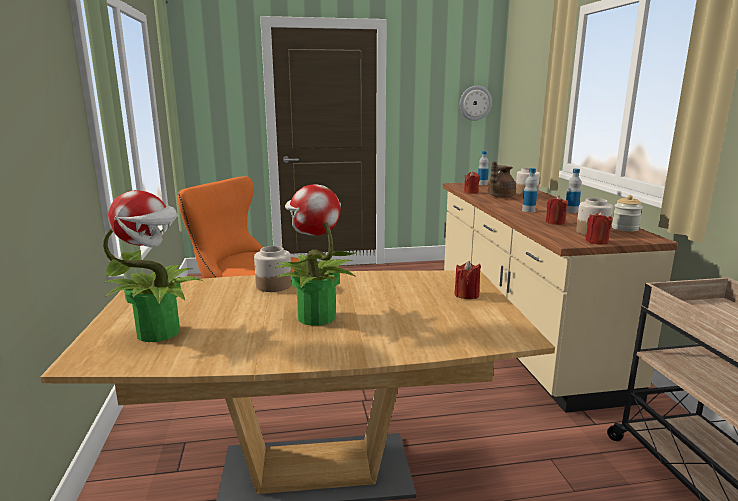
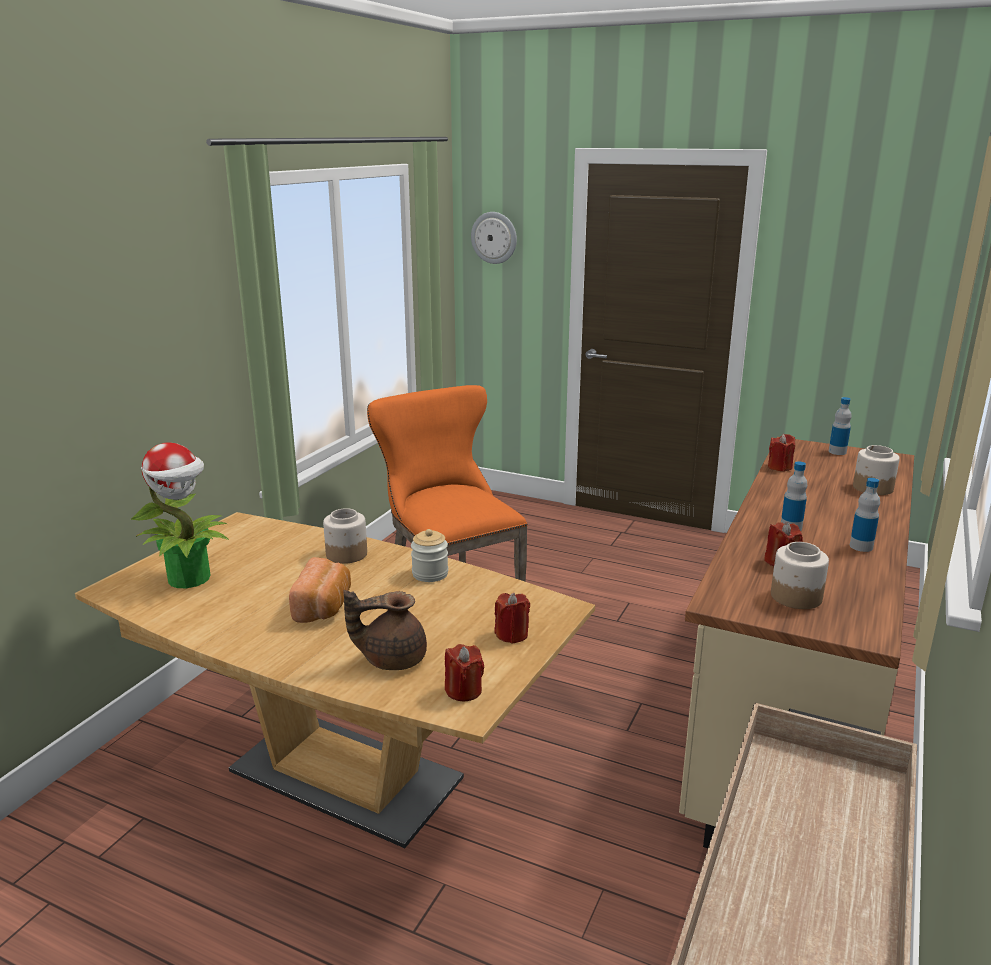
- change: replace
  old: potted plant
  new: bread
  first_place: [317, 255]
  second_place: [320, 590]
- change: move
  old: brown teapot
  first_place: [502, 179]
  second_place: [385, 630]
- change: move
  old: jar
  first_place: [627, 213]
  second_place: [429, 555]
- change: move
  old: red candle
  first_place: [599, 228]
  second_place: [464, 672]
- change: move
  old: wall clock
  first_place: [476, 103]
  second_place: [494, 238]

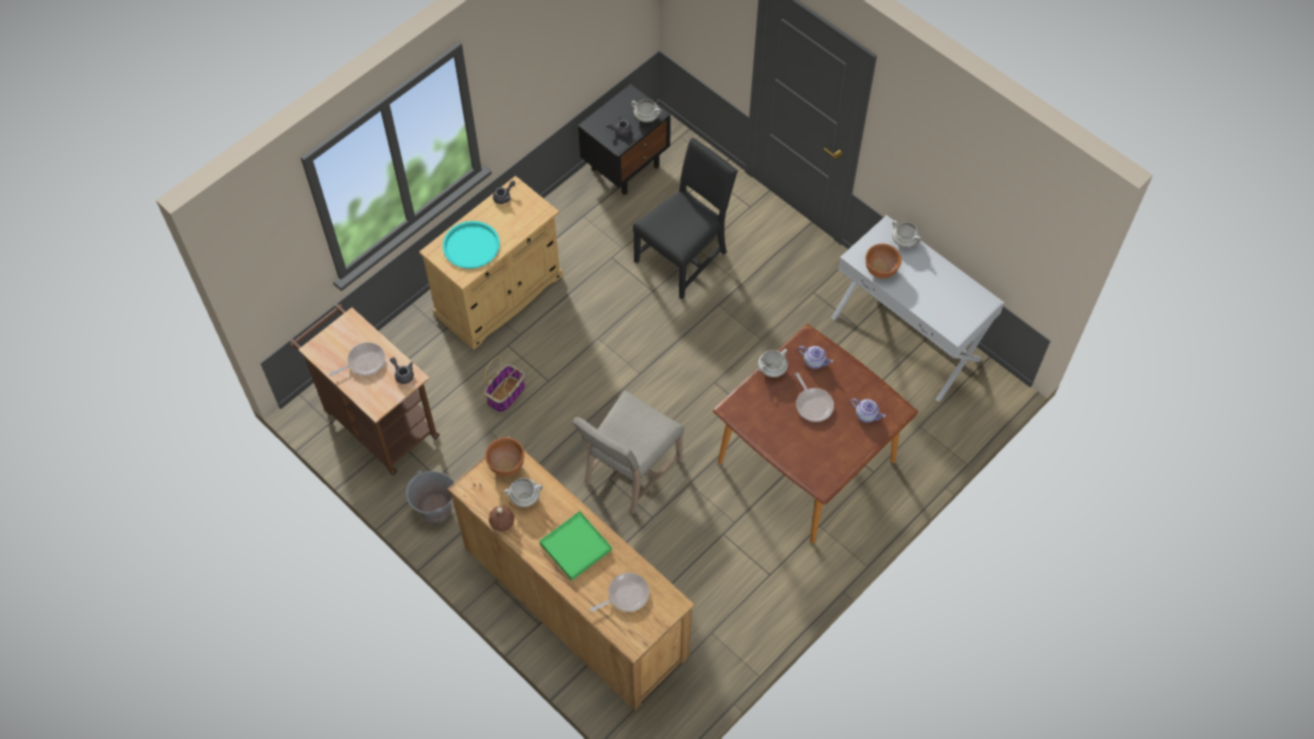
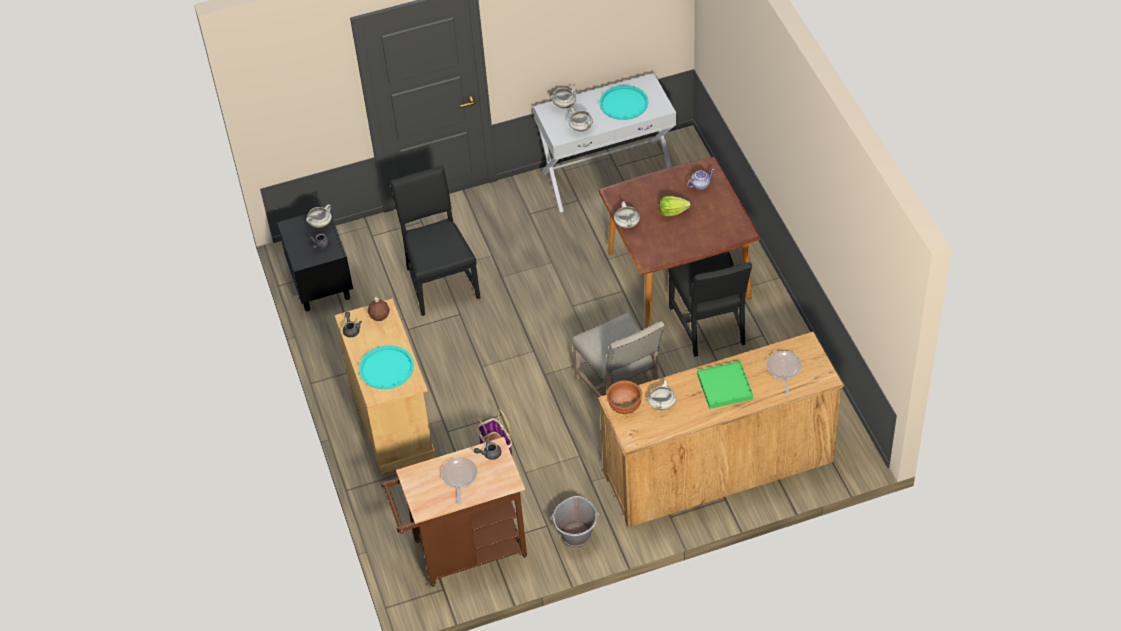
- change: move
  old: brown bottle
  first_place: [502, 518]
  second_place: [379, 309]
- change: replace
  old: brown bowl
  new: white cooking pot
  first_place: [883, 261]
  second_place: [580, 120]
- change: insert
  new: turquoise tray
  second_place: [624, 102]
- change: replace
  old: frying pan
  new: lettuce
  first_place: [814, 397]
  second_place: [675, 206]
- change: insert
  new: black chair
  second_place: [710, 304]
- change: delete
  old: teapot
  first_place: [815, 357]

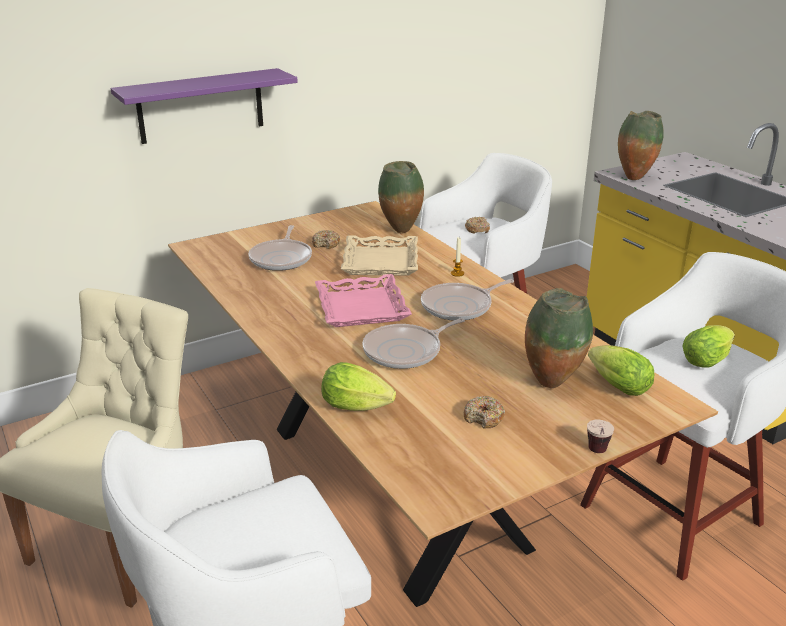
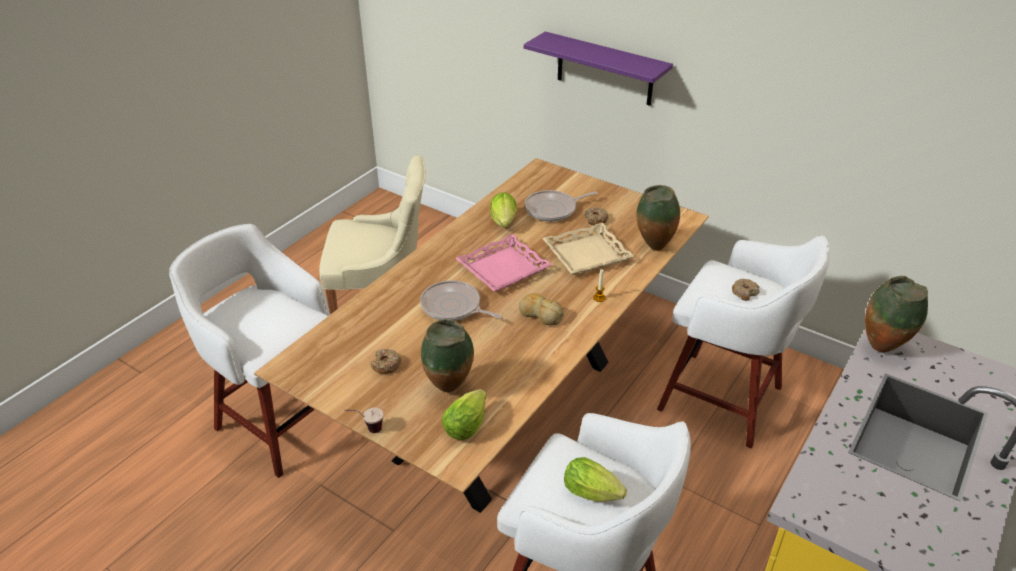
- change: move
  old: lettuce
  first_place: [358, 386]
  second_place: [503, 209]
- change: replace
  old: frying pan
  new: bread
  first_place: [467, 300]
  second_place: [541, 309]

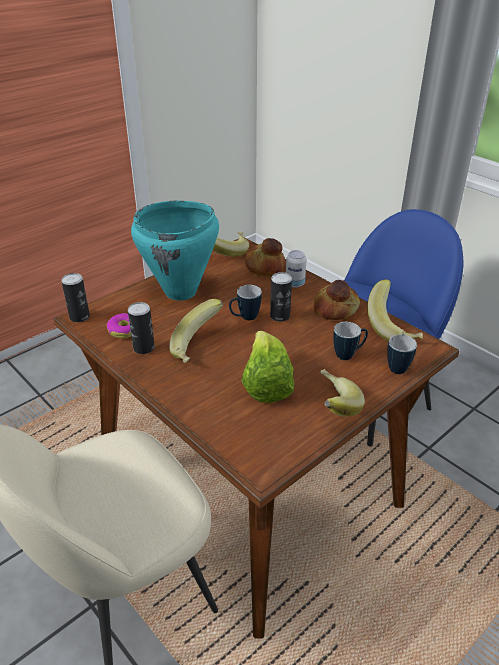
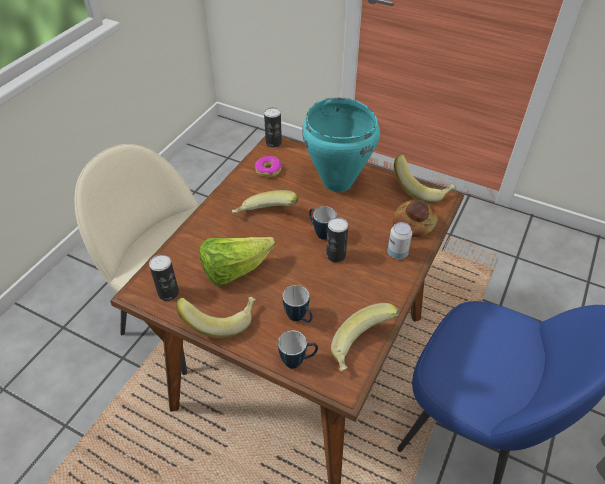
- change: move
  old: can
  first_place: [141, 328]
  second_place: [164, 277]
- change: delete
  old: bread
  first_place: [336, 300]

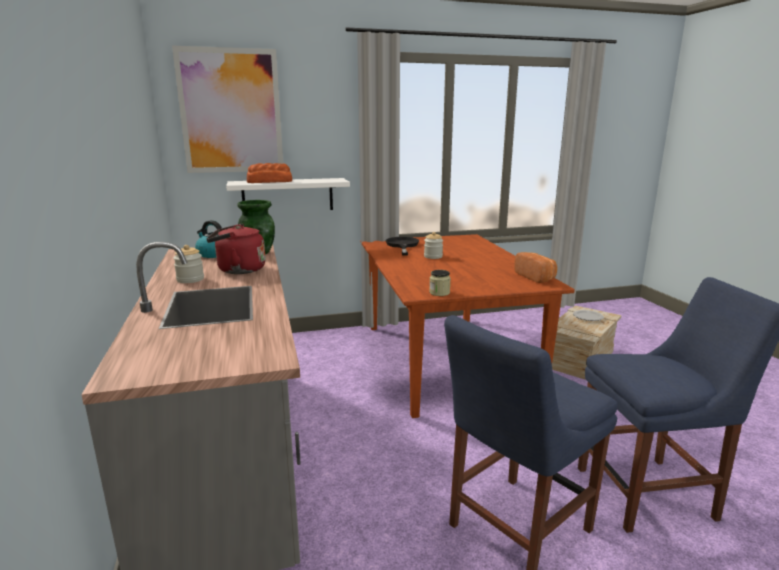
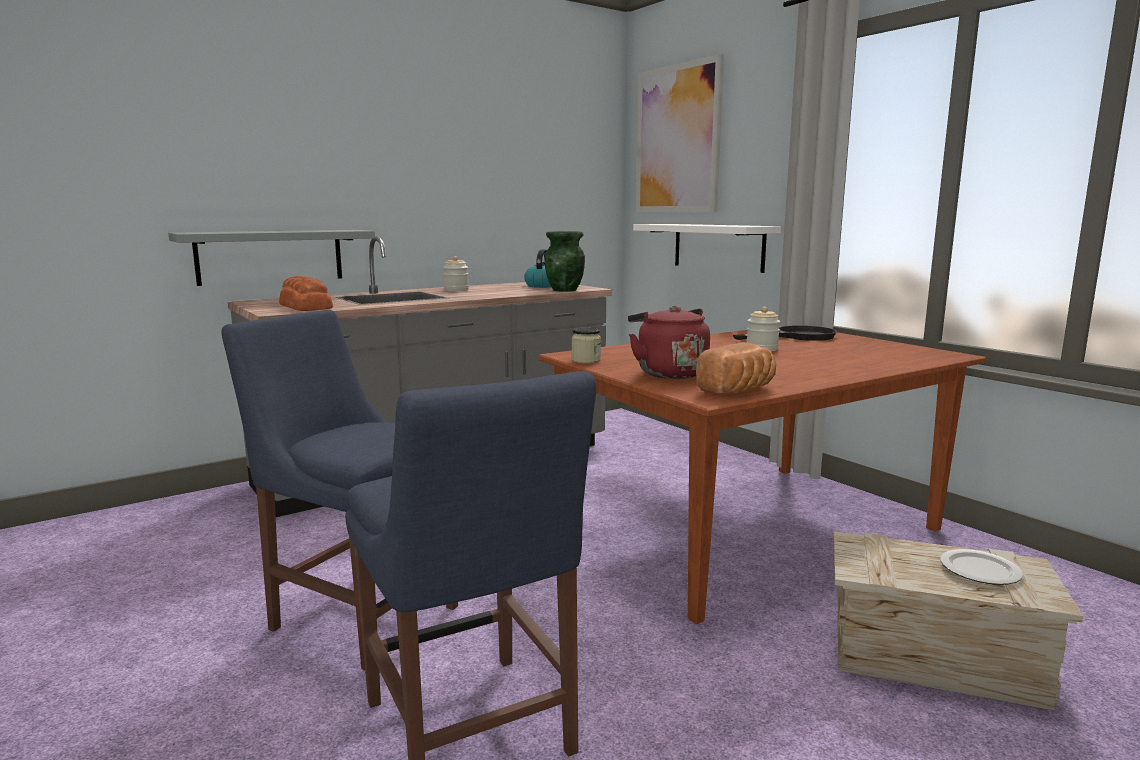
- change: insert
  new: grey shelf
  second_place: [271, 258]
- change: move
  old: bread
  first_place: [269, 173]
  second_place: [306, 293]
- change: move
  old: red kettle
  first_place: [236, 249]
  second_place: [669, 342]

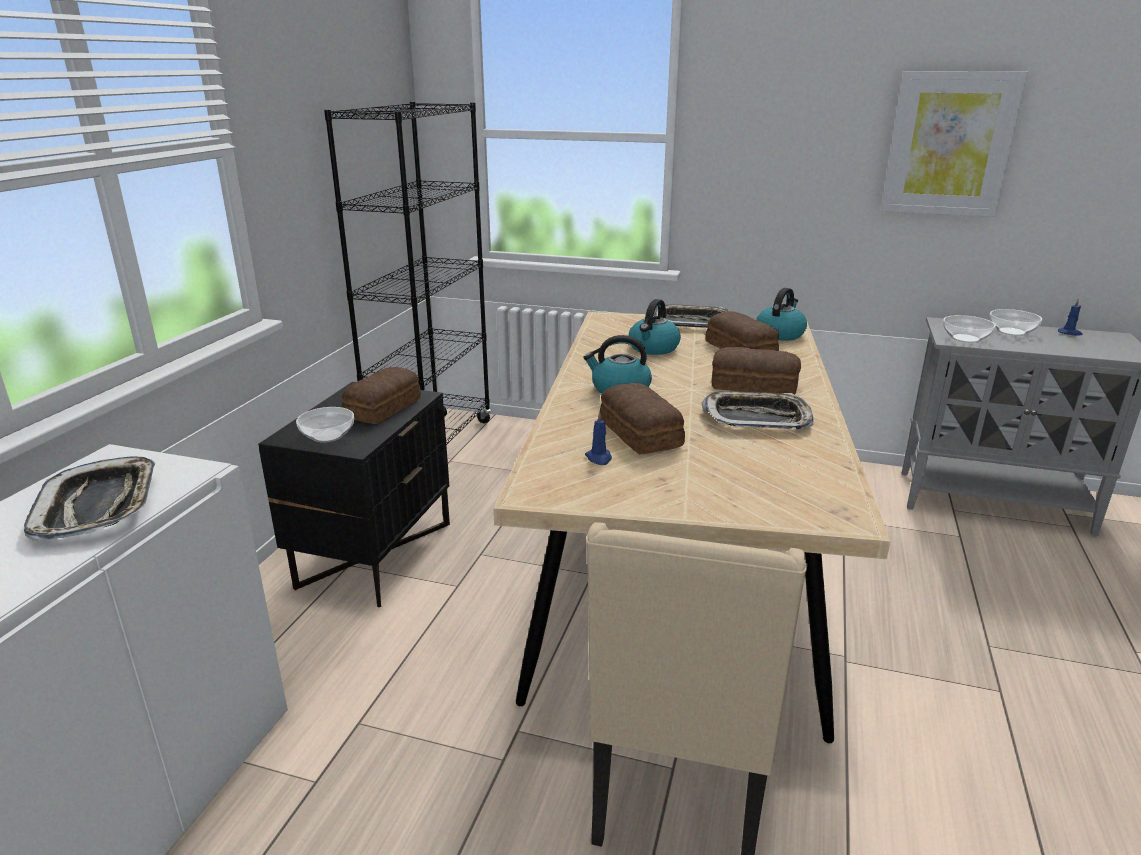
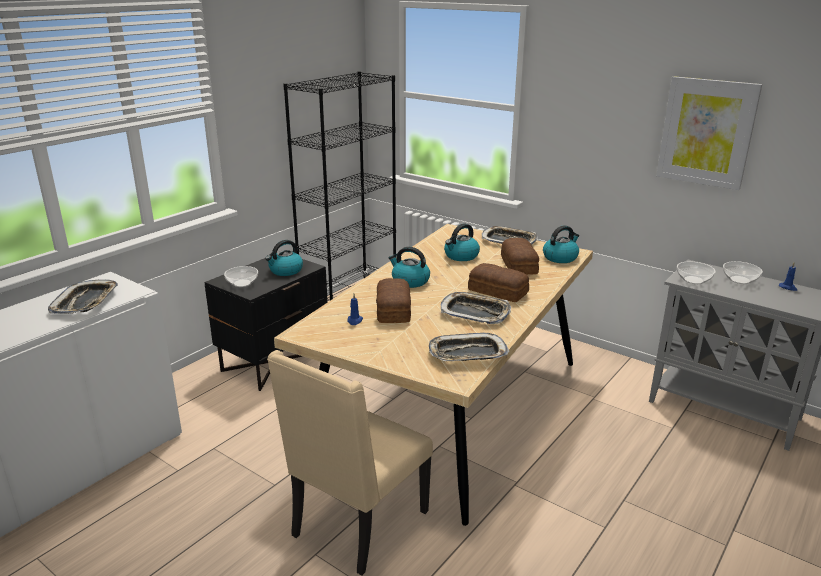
- change: replace
  old: bread
  new: kettle
  first_place: [381, 395]
  second_place: [284, 258]
- change: insert
  new: tray
  second_place: [469, 347]

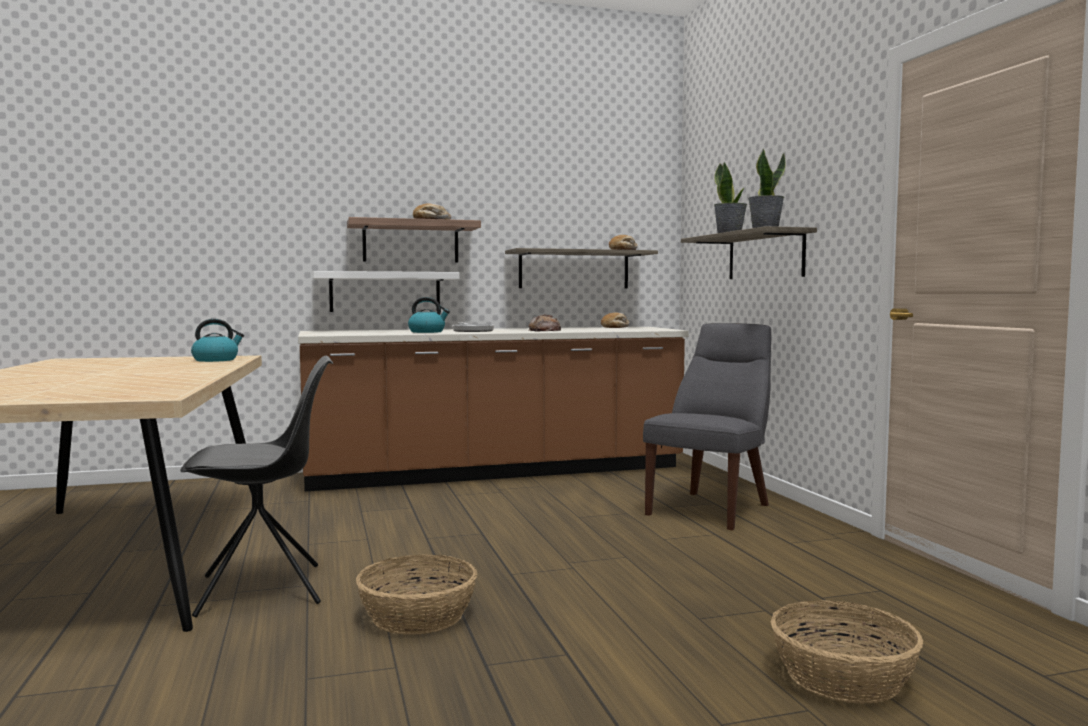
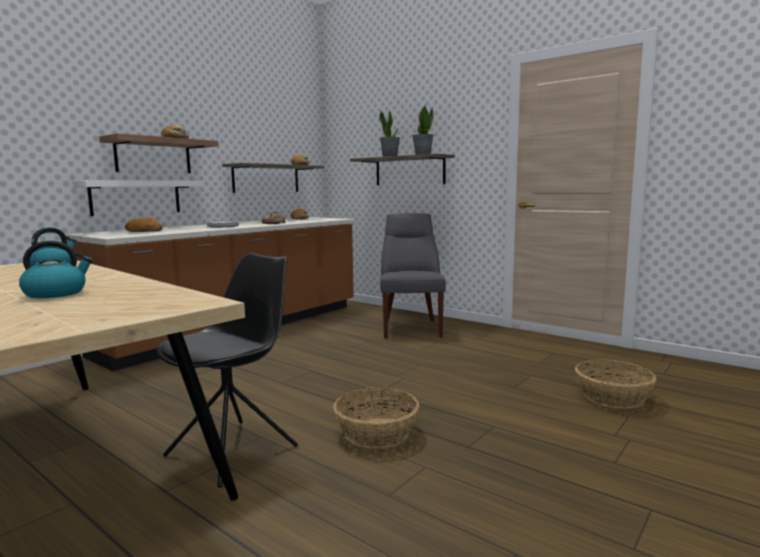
- change: move
  old: kettle
  first_place: [429, 315]
  second_place: [56, 269]
- change: insert
  new: bread
  second_place: [144, 224]

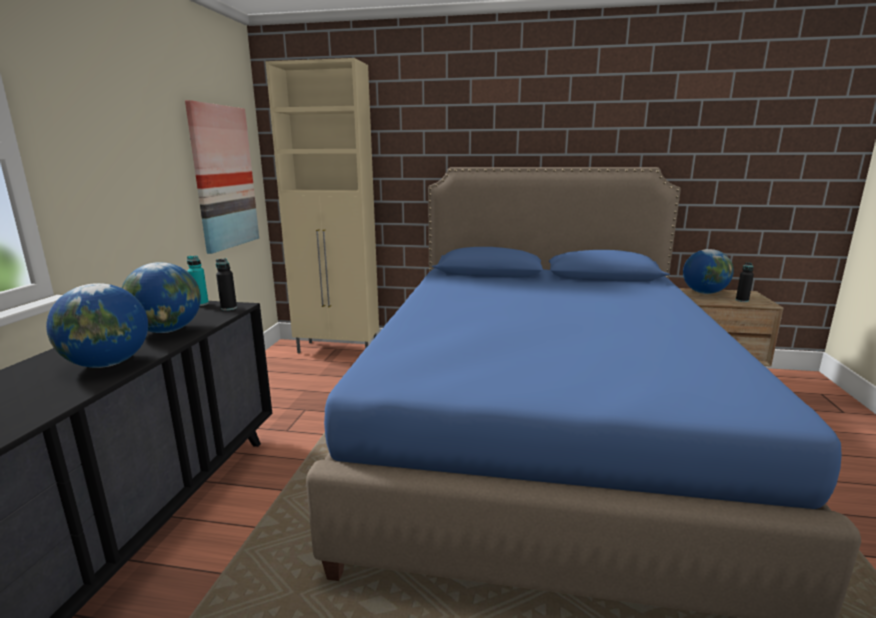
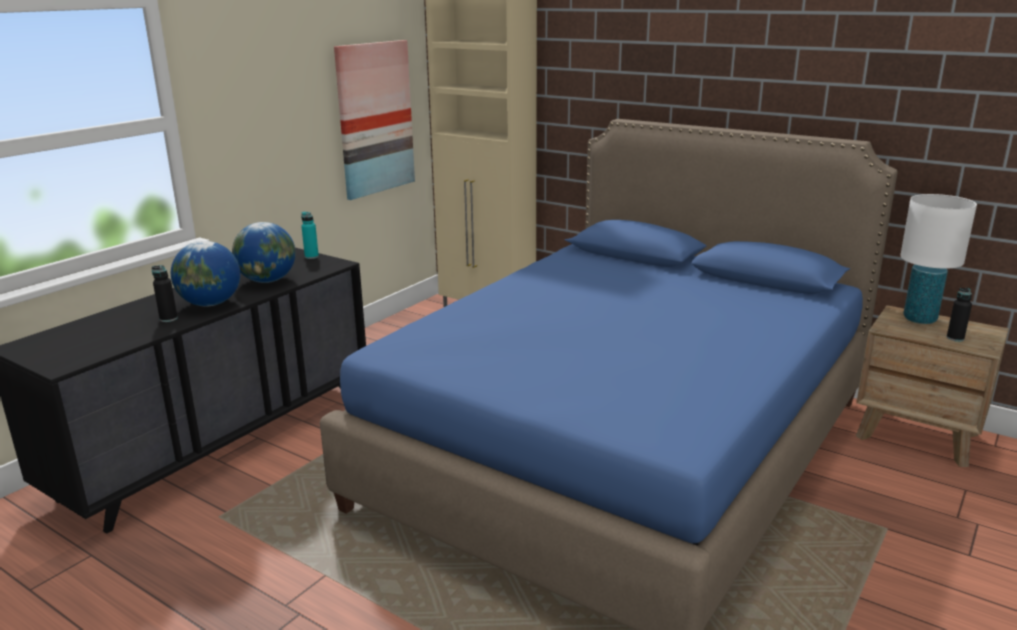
- change: move
  old: black bottle
  first_place: [226, 284]
  second_place: [165, 293]
- change: replace
  old: globe
  new: white table lamp
  first_place: [708, 271]
  second_place: [938, 259]

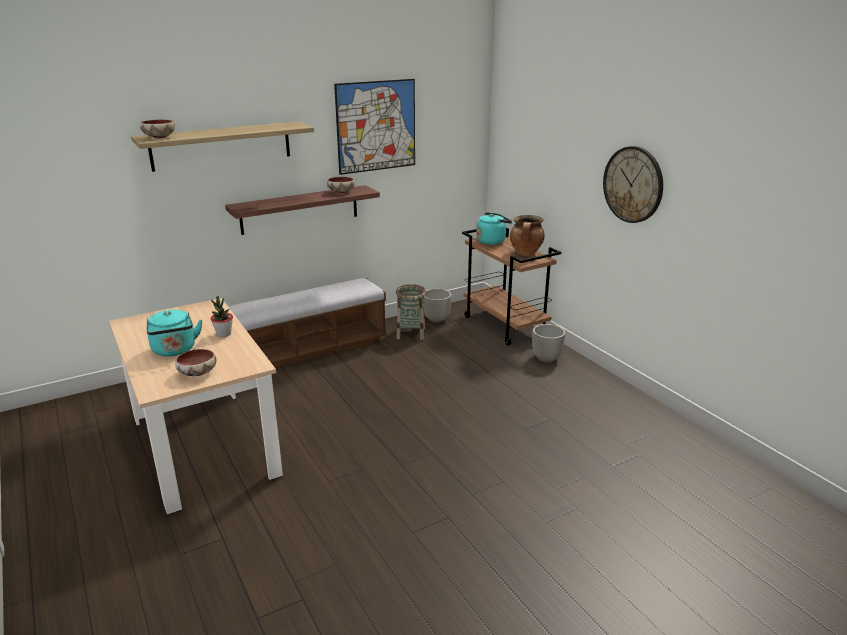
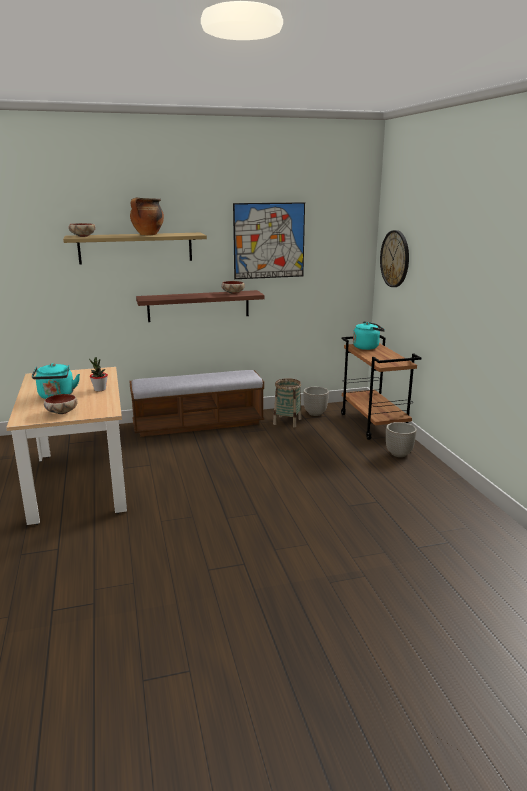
- change: move
  old: cooking pot
  first_place: [527, 235]
  second_place: [147, 216]
- change: move
  old: wall clock
  first_place: [633, 184]
  second_place: [394, 258]

